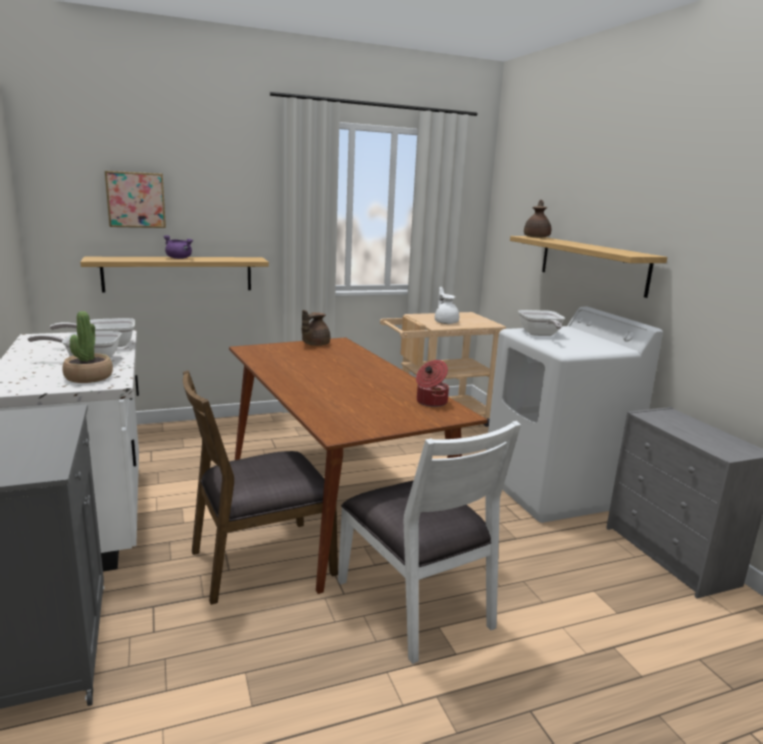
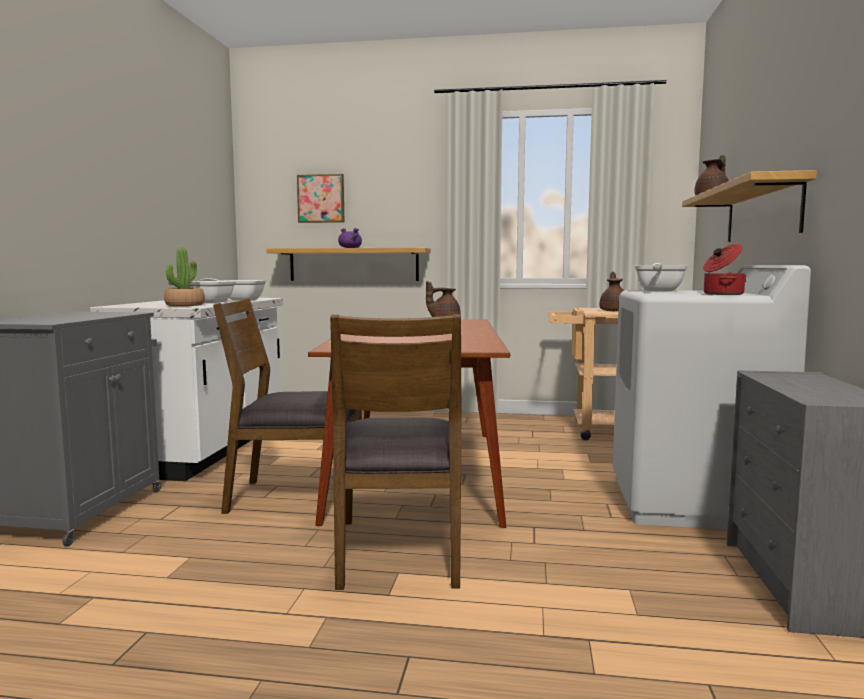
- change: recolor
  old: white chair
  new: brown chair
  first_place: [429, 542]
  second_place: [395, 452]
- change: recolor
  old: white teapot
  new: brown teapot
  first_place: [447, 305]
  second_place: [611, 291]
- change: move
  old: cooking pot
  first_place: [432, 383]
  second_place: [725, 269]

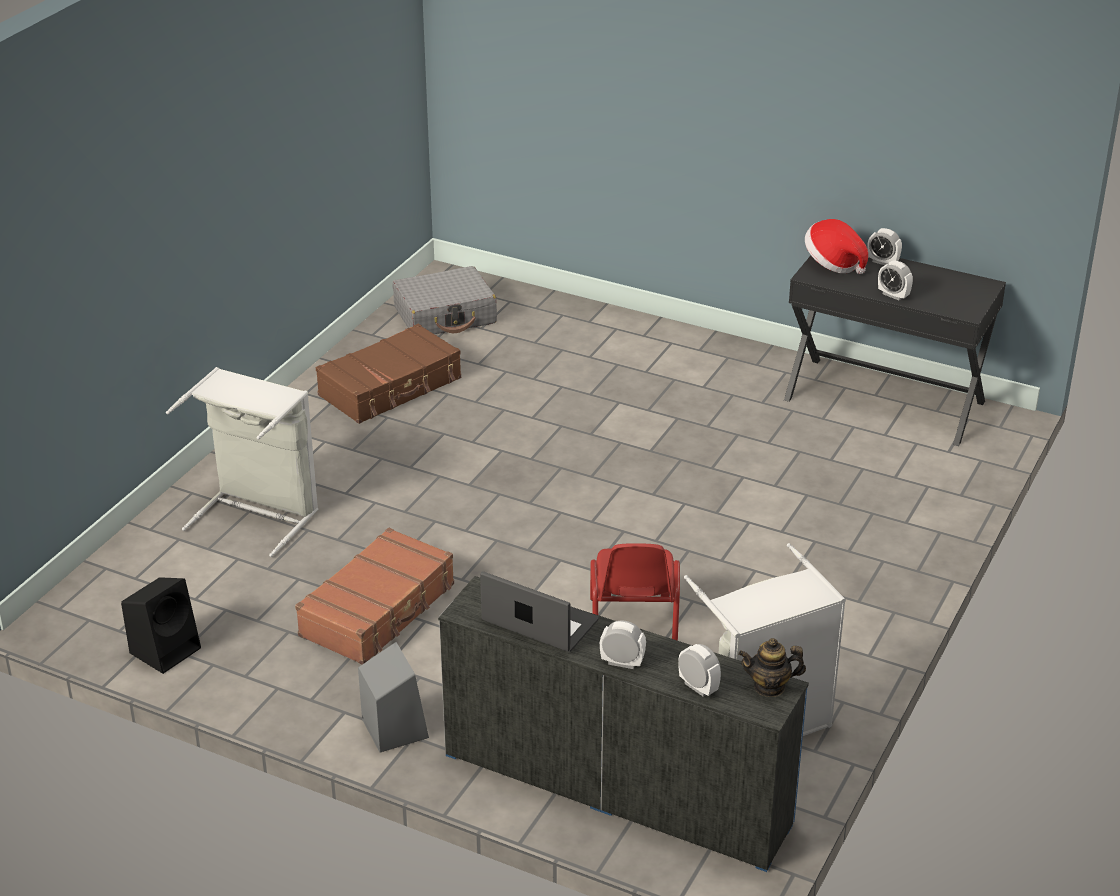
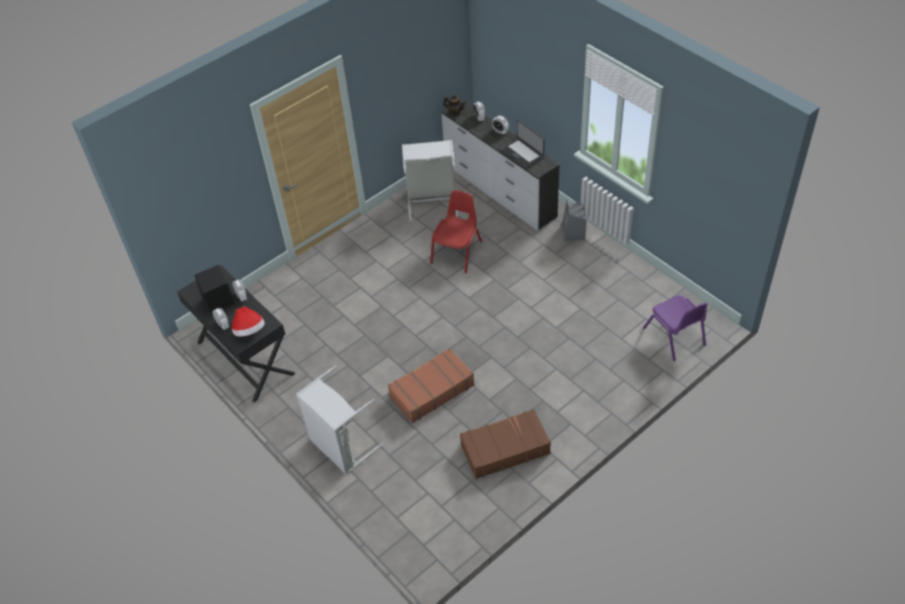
- change: move
  old: black speaker
  first_place: [161, 625]
  second_place: [214, 290]
- change: move
  old: grey laundry basket
  first_place: [242, 462]
  second_place: [339, 420]
- change: move
  old: brown suitcase
  first_place: [374, 596]
  second_place: [431, 386]
- change: recolor
  old: blue dresser
  new: white dresser
  first_place: [623, 724]
  second_place: [500, 165]
- change: insert
  new: purple chair
  second_place: [675, 328]
- change: delete
  old: grey suitcase
  first_place: [444, 300]

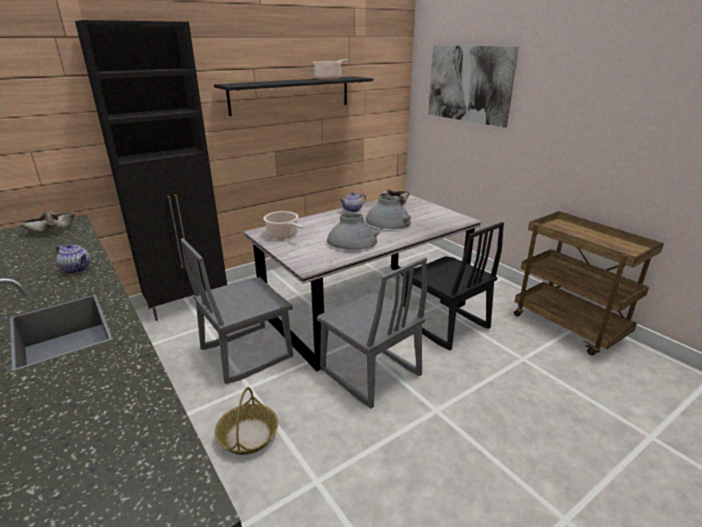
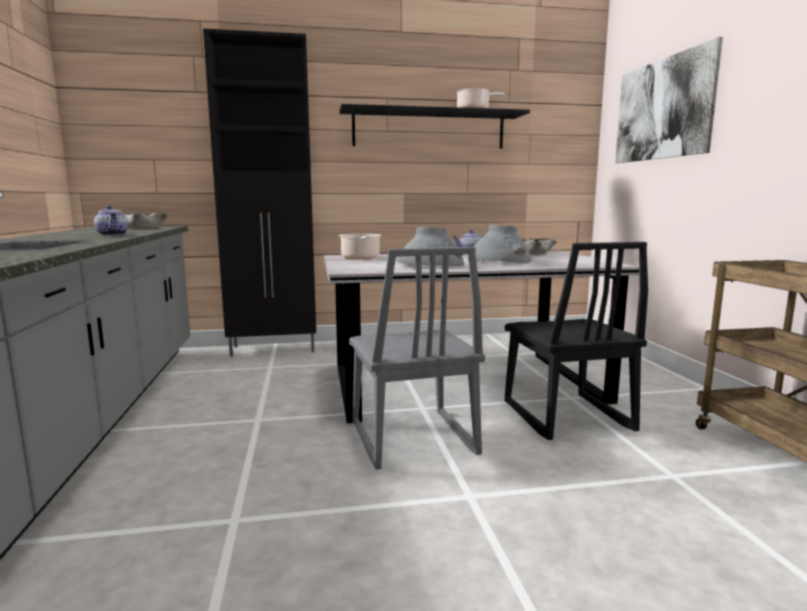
- change: delete
  old: grey chair
  first_place: [236, 311]
- change: delete
  old: basket
  first_place: [246, 421]

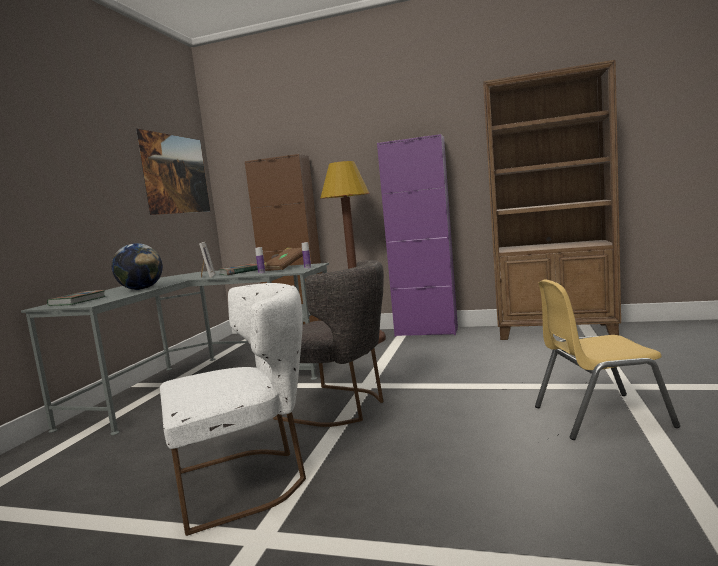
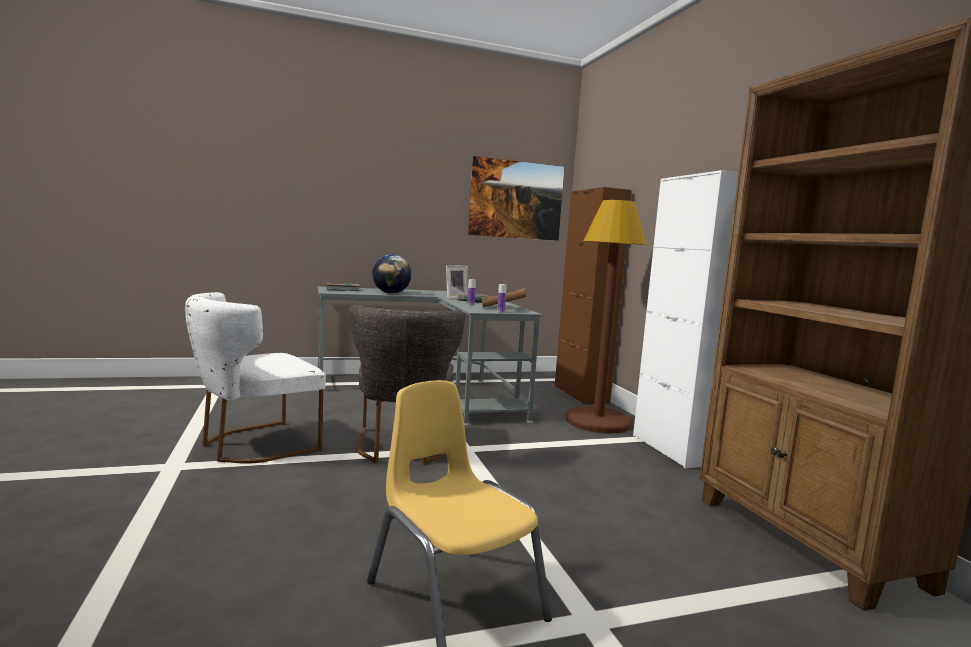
- change: rotate
  old: white chair
  first_place: [233, 409]
  second_place: [255, 378]
  degrees: 105
- change: recolor
  old: purple cabinet
  new: white cabinet
  first_place: [417, 235]
  second_place: [686, 319]

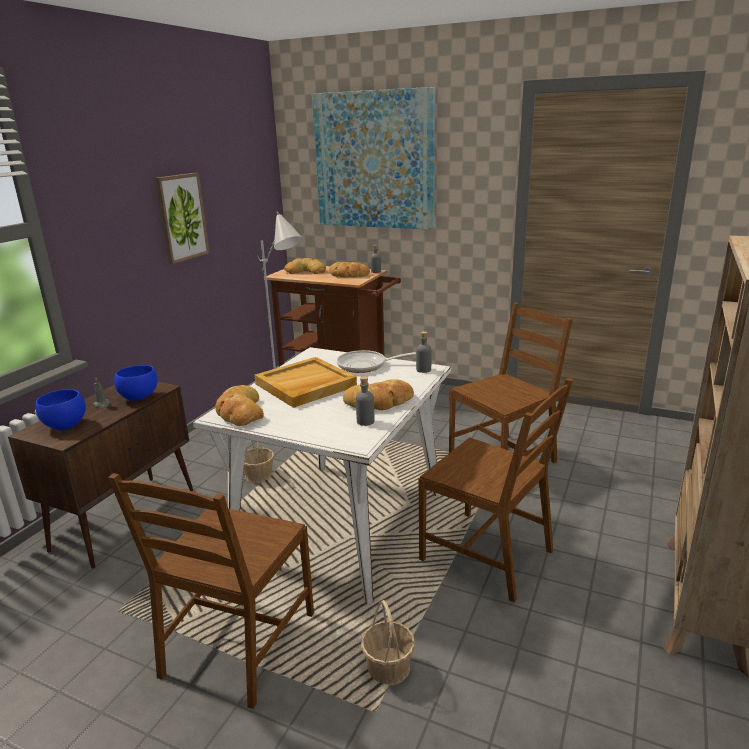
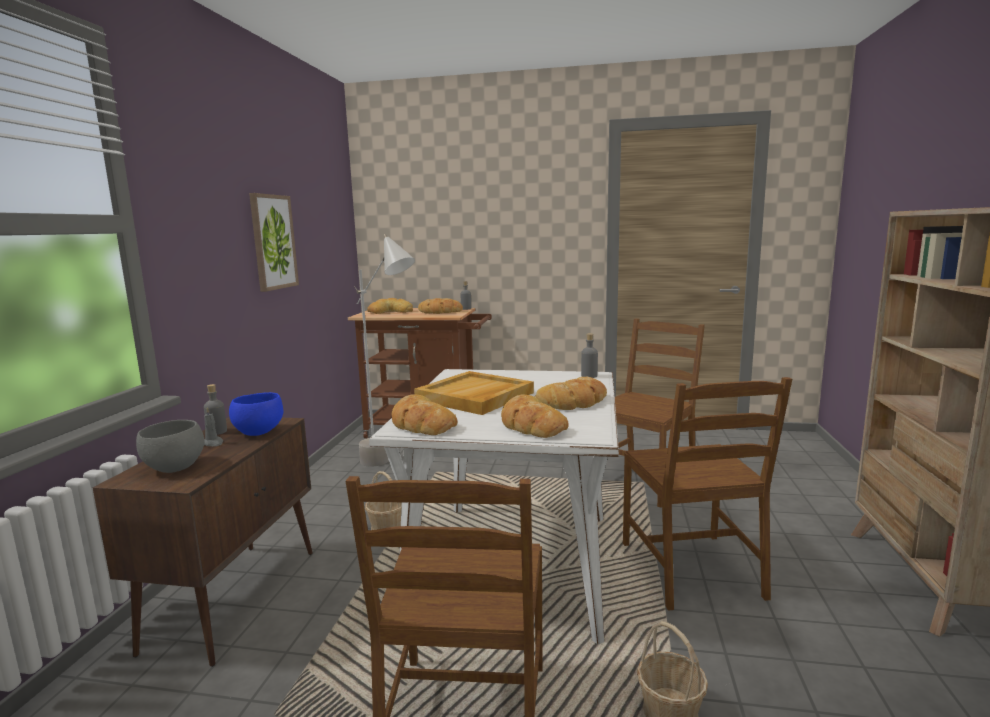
- change: recolor
  old: blue bowl
  new: grey bowl
  first_place: [60, 409]
  second_place: [170, 446]
- change: move
  old: grey bottle
  first_place: [365, 401]
  second_place: [215, 409]
- change: insert
  new: bread
  second_place: [535, 416]
- change: rotate
  old: brown chair
  first_place: [496, 490]
  second_place: [707, 494]
  degrees: 60
- change: delete
  old: picture
  first_place: [374, 158]
- change: delete
  old: frying pan
  first_place: [376, 361]

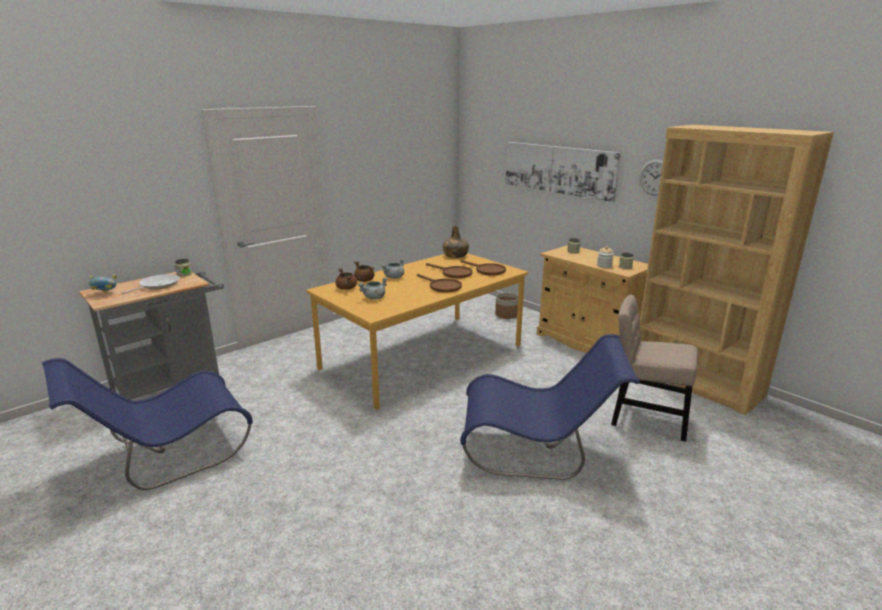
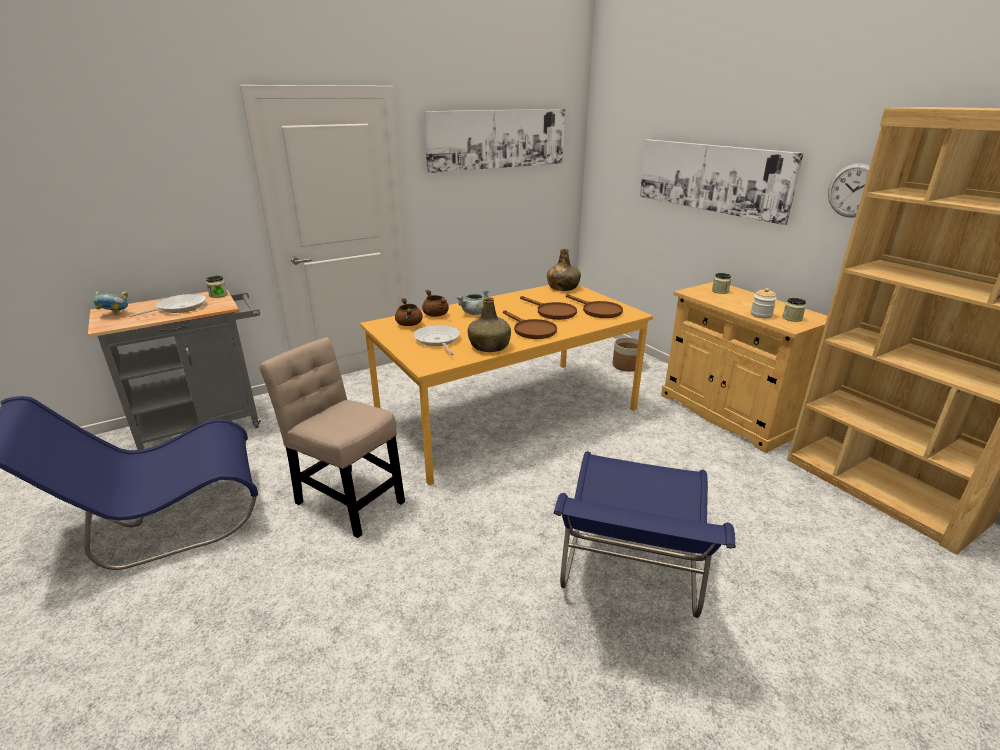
- change: move
  old: beige chair
  first_place: [654, 368]
  second_place: [332, 437]
- change: replace
  old: grey cooking pot
  new: frying pan
  first_place: [373, 288]
  second_place: [436, 340]
- change: insert
  new: picture
  second_place: [494, 141]
- change: insert
  new: green bottle
  second_place: [489, 324]
- change: rotate
  old: blue chair
  first_place: [550, 407]
  second_place: [644, 534]
  degrees: 90

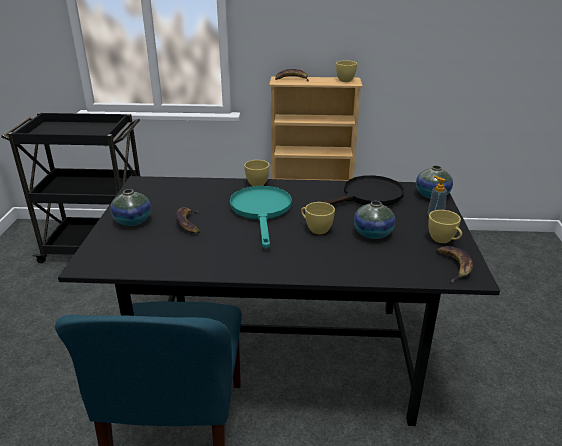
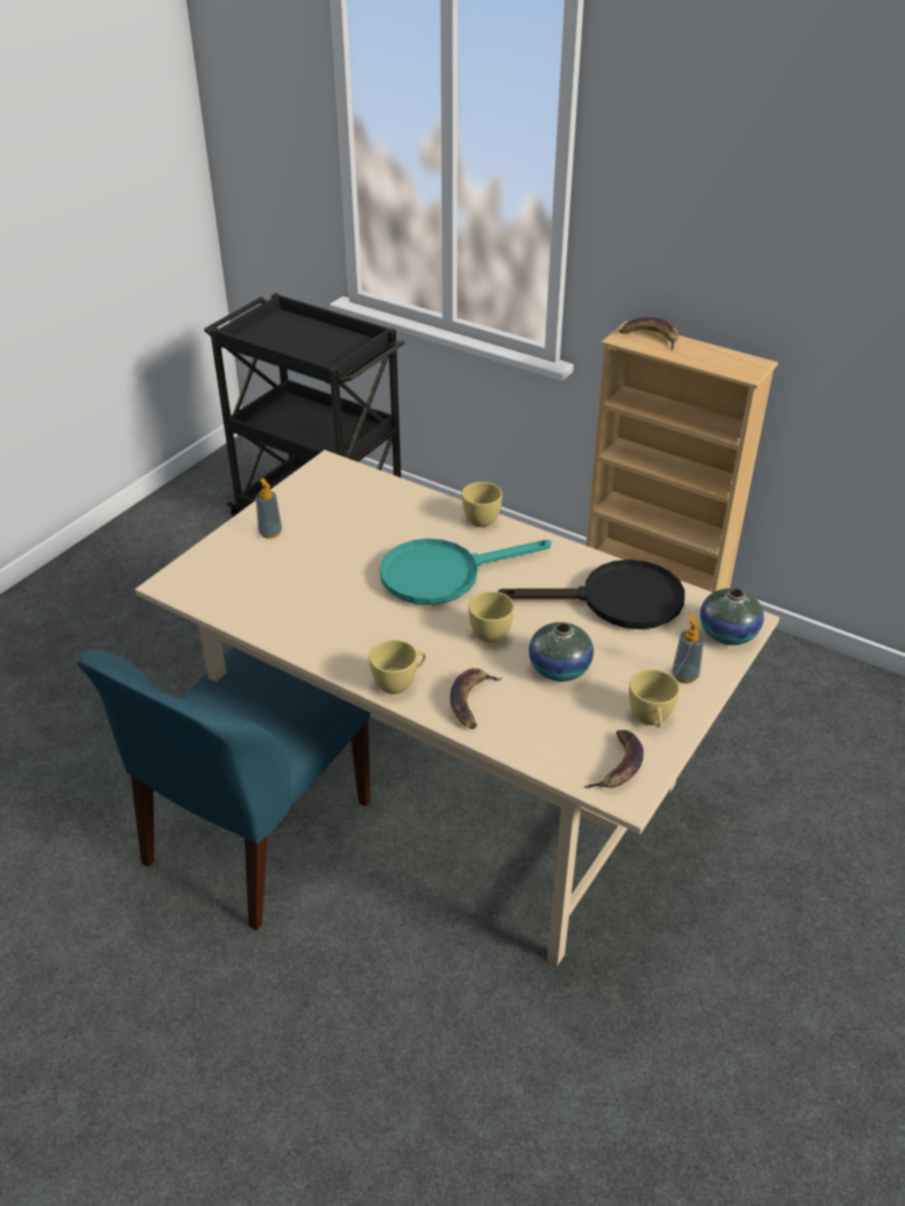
- change: recolor
  old: black dining table
  new: beige dining table
  first_place: [279, 301]
  second_place: [457, 708]
- change: replace
  old: vase
  new: soap dispenser
  first_place: [130, 207]
  second_place: [269, 508]
- change: move
  old: yellow cup
  first_place: [346, 71]
  second_place: [397, 667]
- change: rotate
  old: turquoise frying pan
  first_place: [261, 217]
  second_place: [465, 571]
  degrees: -135
- change: move
  old: banana
  first_place: [188, 220]
  second_place: [476, 698]

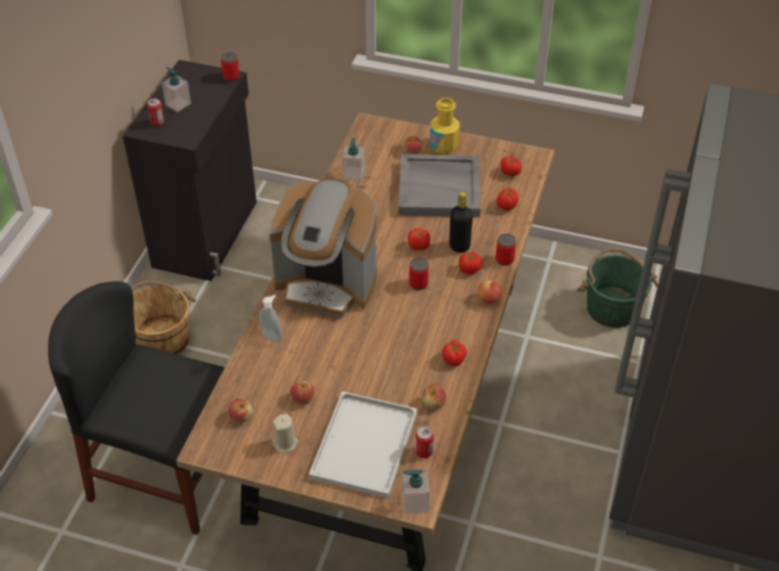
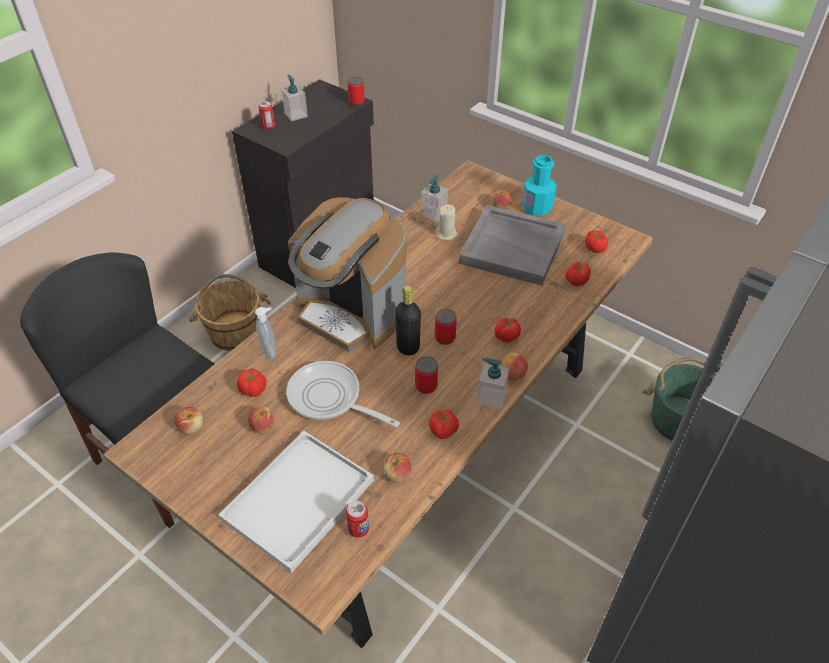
- change: move
  old: tomato
  first_place: [419, 239]
  second_place: [251, 382]
- change: insert
  new: frying pan
  second_place: [343, 394]
- change: move
  old: black bottle
  first_place: [461, 222]
  second_place: [408, 320]
- change: move
  old: can
  first_place: [506, 250]
  second_place: [426, 375]
- change: move
  old: beige candle
  first_place: [285, 433]
  second_place: [446, 222]
- change: move
  old: soap dispenser
  first_place: [416, 491]
  second_place: [493, 383]
- change: recolor
  old: yellow bottle
  new: turquoise bottle
  first_place: [445, 126]
  second_place: [539, 185]

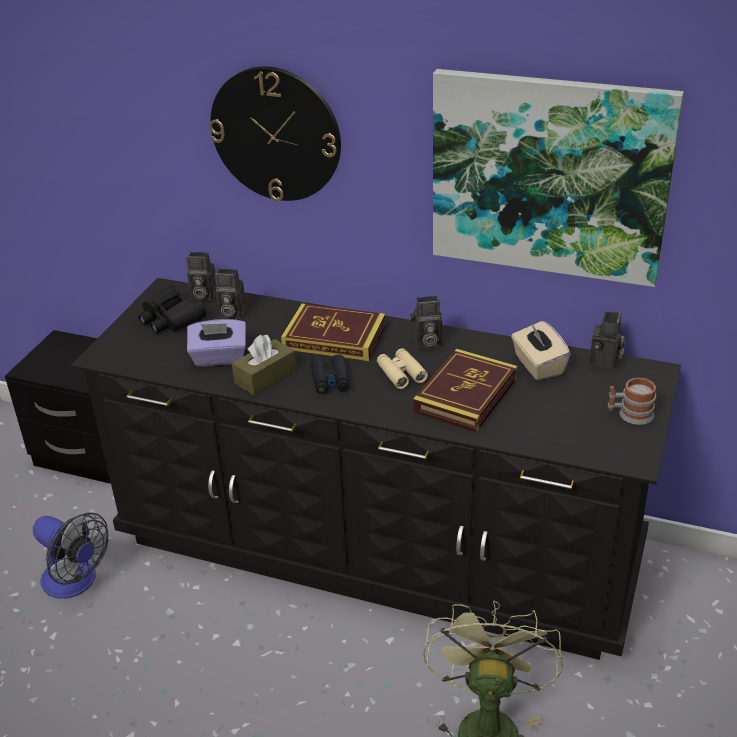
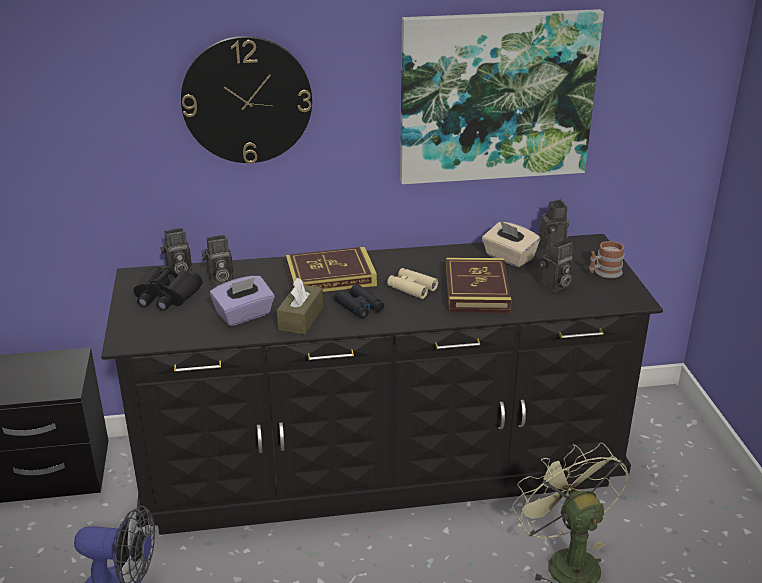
- change: move
  old: photo camera
  first_place: [426, 322]
  second_place: [556, 265]

